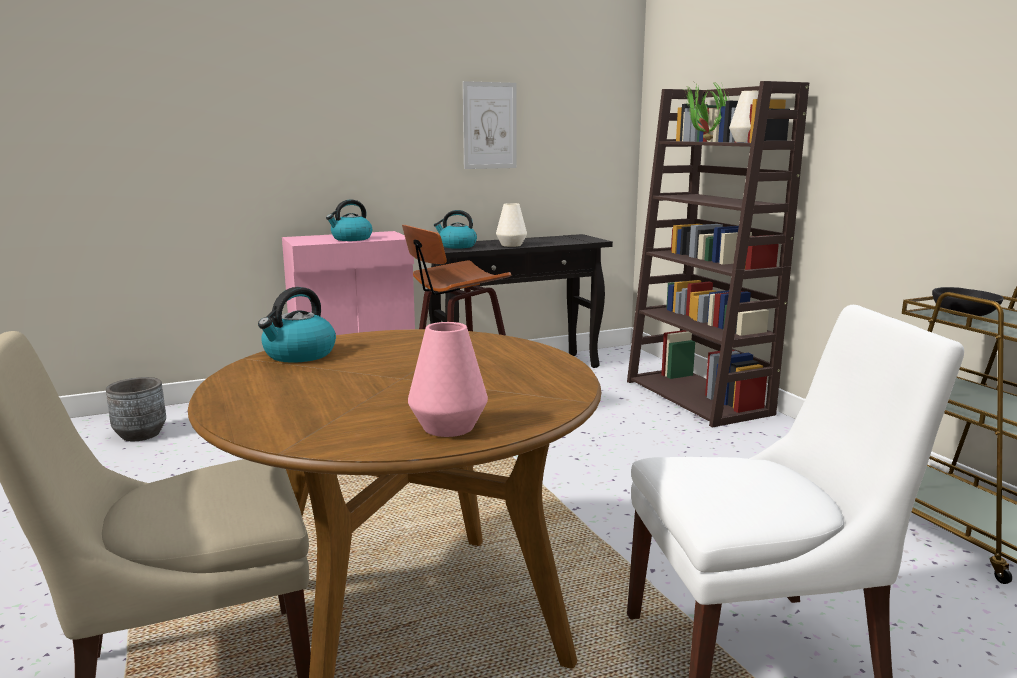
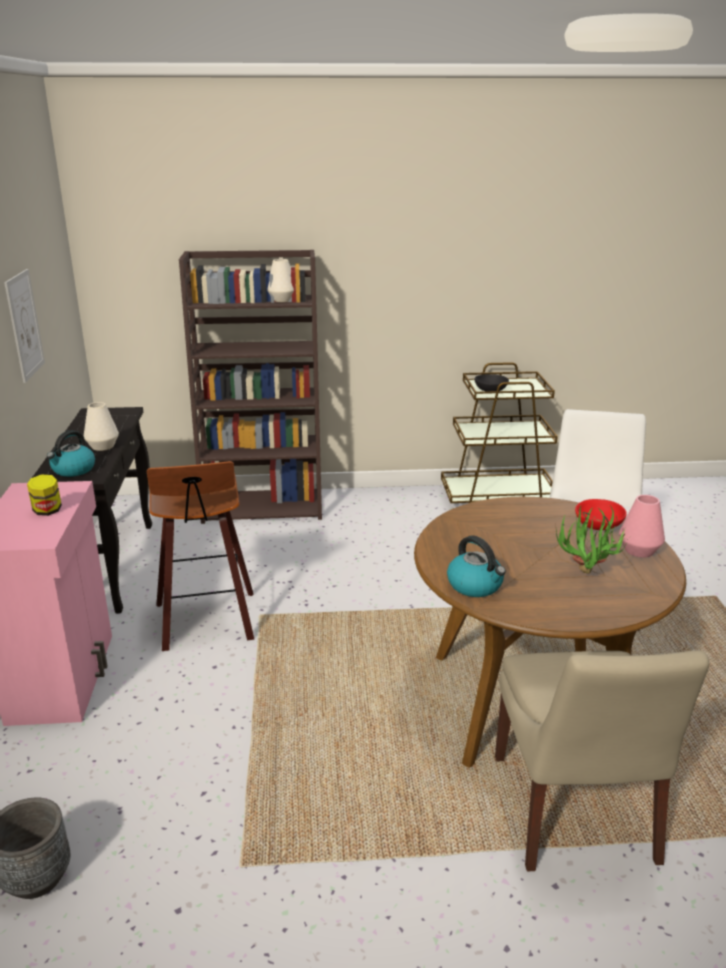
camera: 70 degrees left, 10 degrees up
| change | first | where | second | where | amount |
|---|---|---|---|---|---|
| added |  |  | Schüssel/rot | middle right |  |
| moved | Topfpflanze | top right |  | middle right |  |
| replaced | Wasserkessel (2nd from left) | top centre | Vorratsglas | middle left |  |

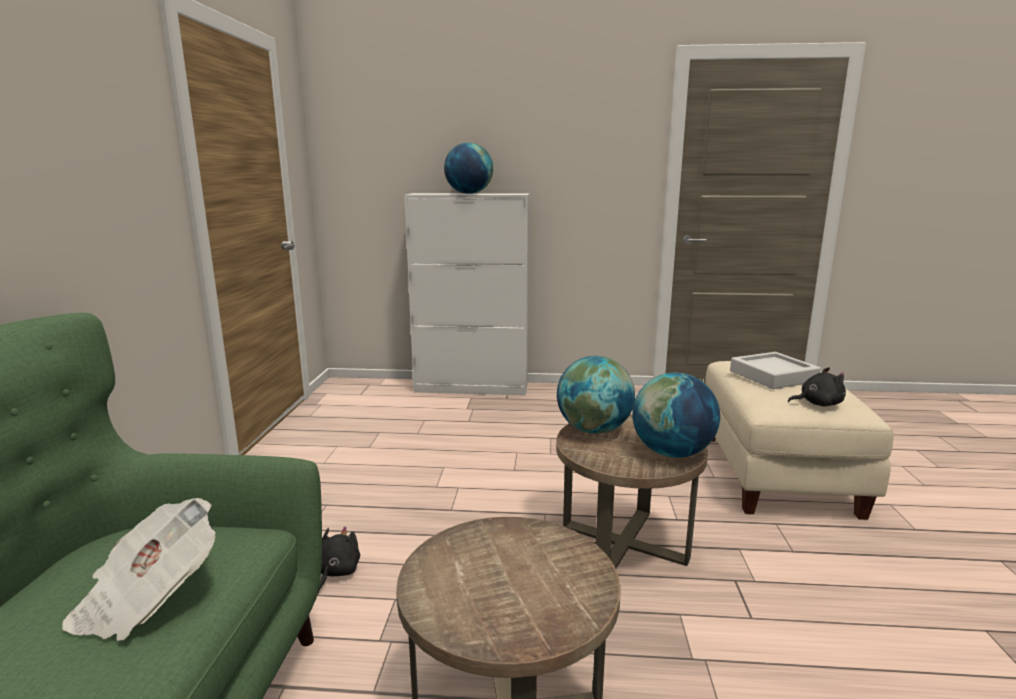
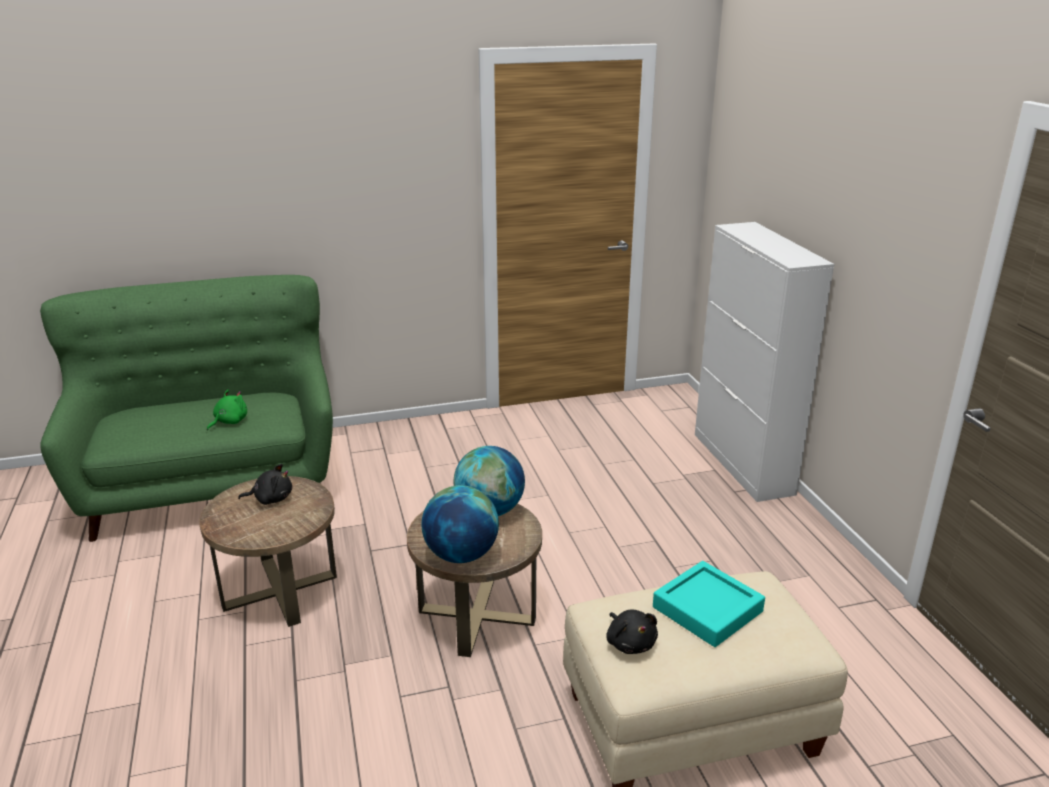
camera: 70 degrees right, 10 degrees up
| change | first | where | second | where | amount |
|---|---|---|---|---|---|
| removed | Globus (1st from left) | top centre |  |  |  |
| moved | Plüschtier/schwarz (1st from left) | bottom centre |  | middle left |  |
| replaced | Zeitung | bottom left | Plüschtier/grün | middle left |  |
| recoloured | Tablett/grau | middle right | Tablett/türkis | bottom right |  |

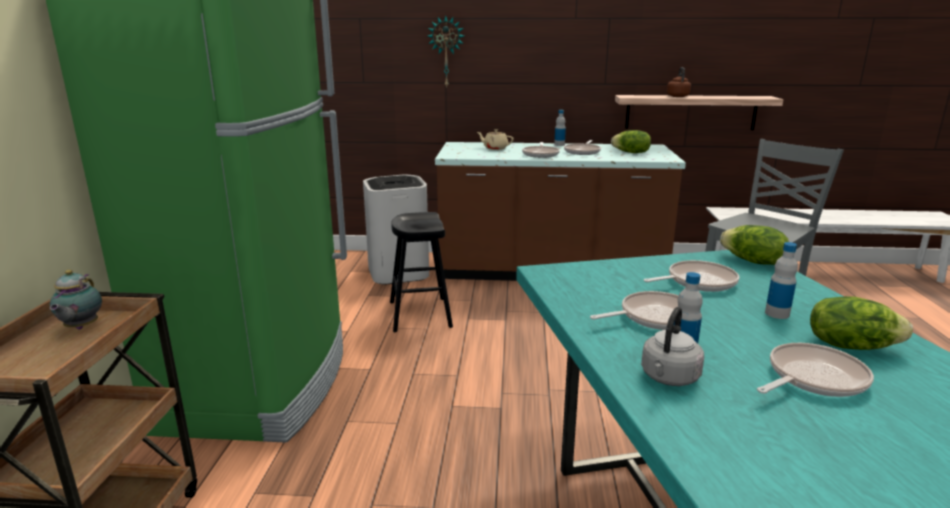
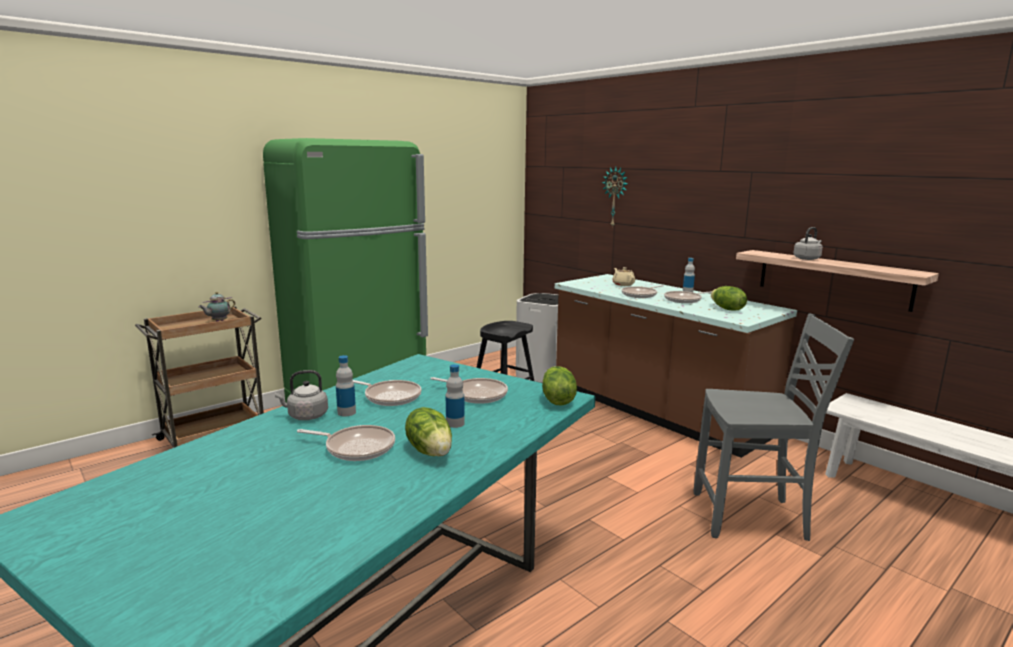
camera: 45 degrees right, 5 degrees down
| change | first | where | second | where | amount |
|---|---|---|---|---|---|
| recoloured | Wasserkessel/braun | top right | Wasserkessel/grau (2nd from left) | middle right |  |

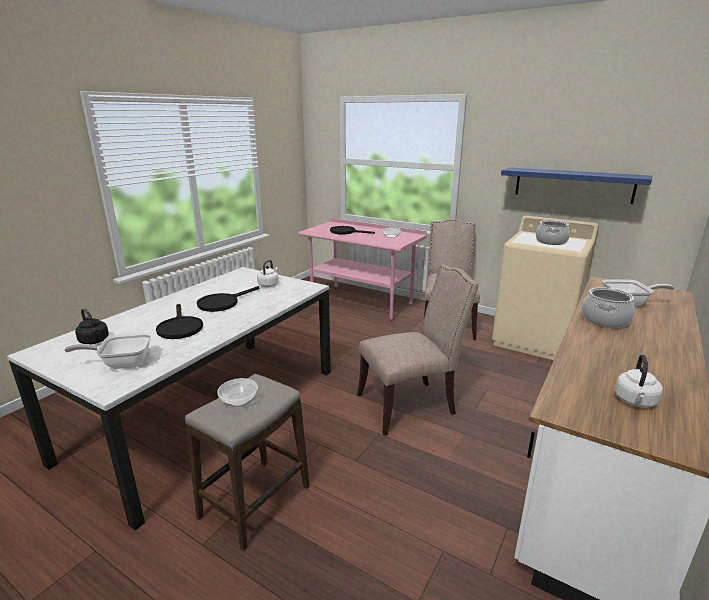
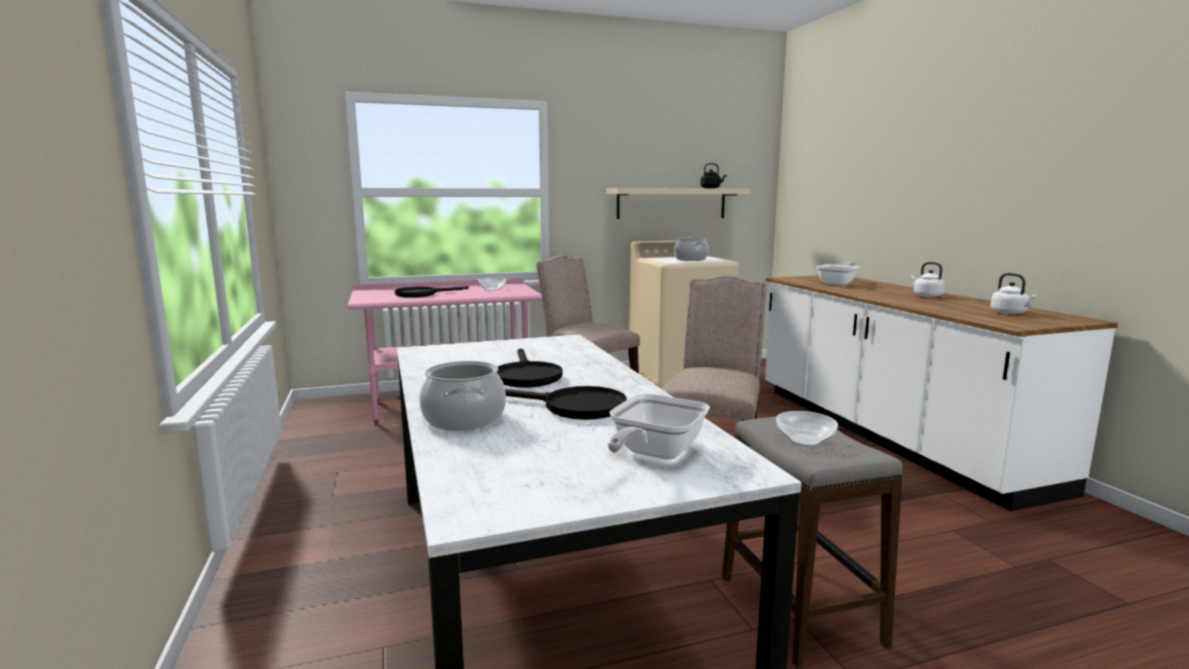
camera: 50 degrees left, 10 degrees down
| change | first | where | second | where | amount |
|---|---|---|---|---|---|
| moved | Wasserkessel/schwarz | middle left |  | top centre |  |
| moved | Wasserkessel/weiß (1st from left) | centre |  | middle right |  |
| moved | Kochtopf (2nd from left in the first image) | middle right | Kochtopf (1st from left) | centre |  |
| recoloured | Wandregal/blau | top right | Wandregal/beige | top centre |  |

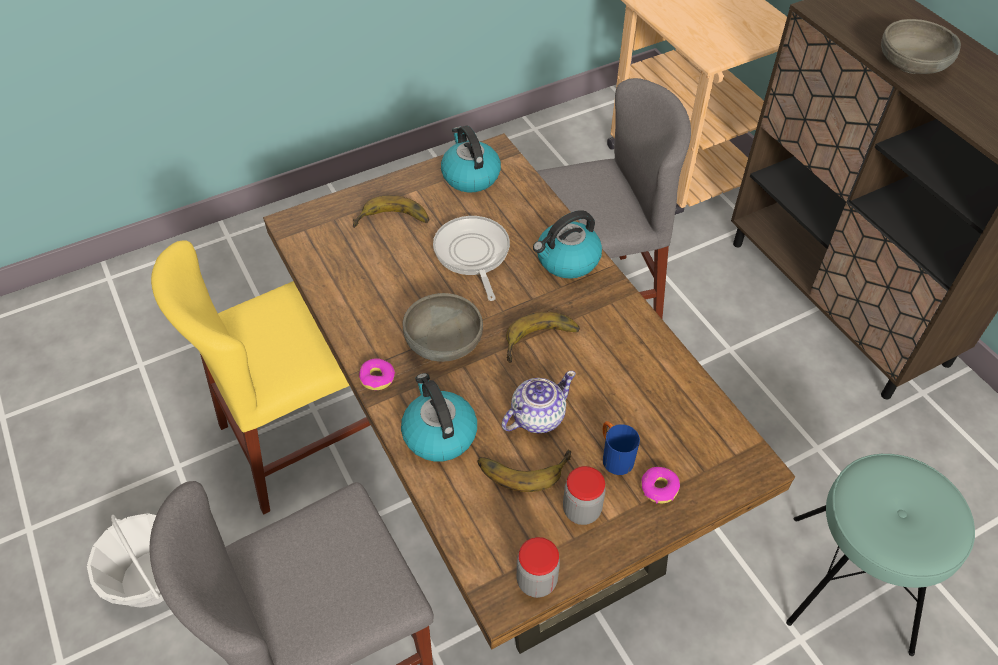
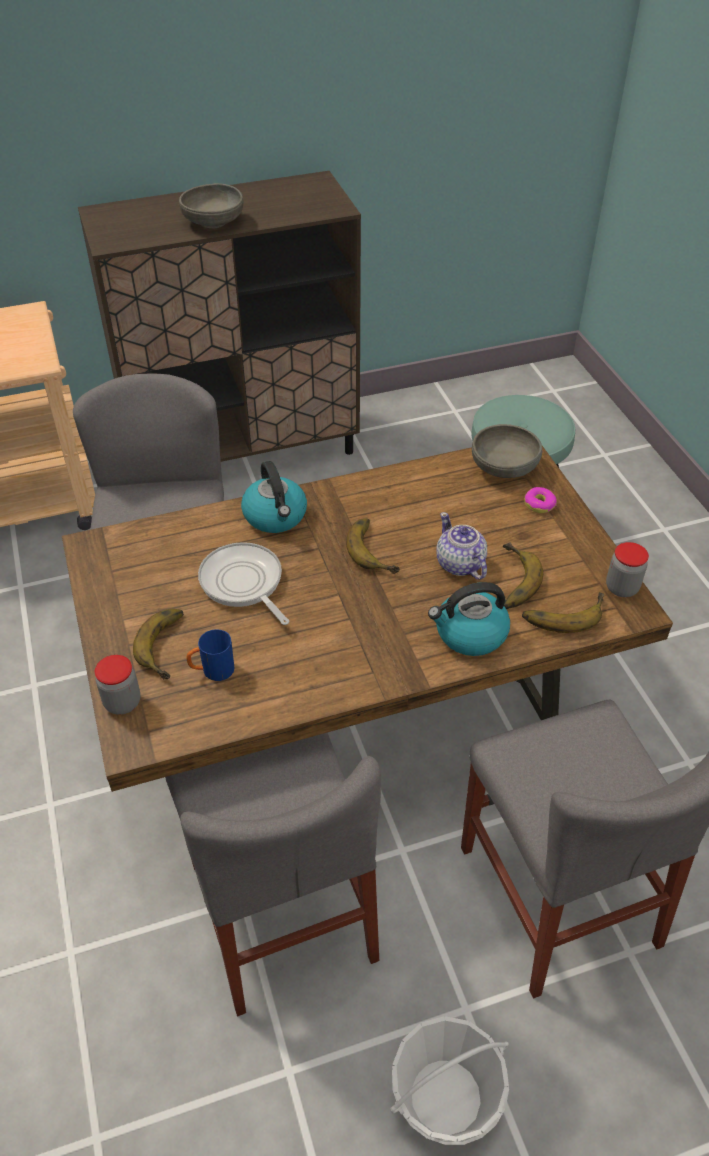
camera: 80 degrees left, 5 degrees down
| change | first | where | second | where | amount |
|---|---|---|---|---|---|
| removed | Donut (1st from left) | centre |  |  |  |
| removed | Wasserkessel (2nd from left) | top centre |  |  |  |
| added |  |  | Banane (4th from left) | middle right |  |
| moved | Schüssel/grau (1st from left in the first image) | centre | Schüssel/grau (2nd from left) | middle right |  |
| moved | Vorratsglas (2nd from left in the first image) | bottom centre | Vorratsglas (1st from left) | middle left |  |
| moved | Henkelbecher/blau | bottom centre |  | middle left |  |
| recoloured | Stuhl/gelb | middle left | Stuhl/grau (2nd from left) | bottom centre |  |
| turned | Pfanne | centre |  | centre | 60 degrees clockwise |

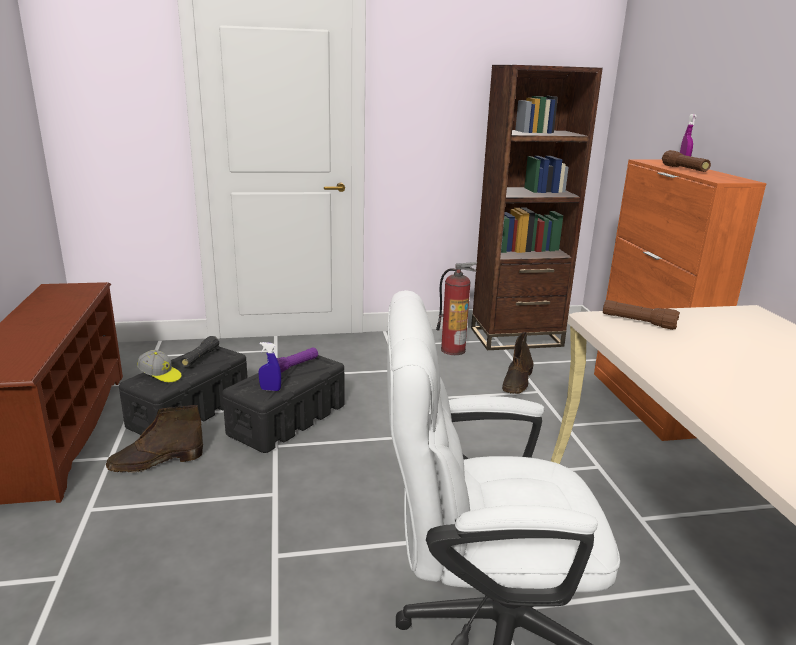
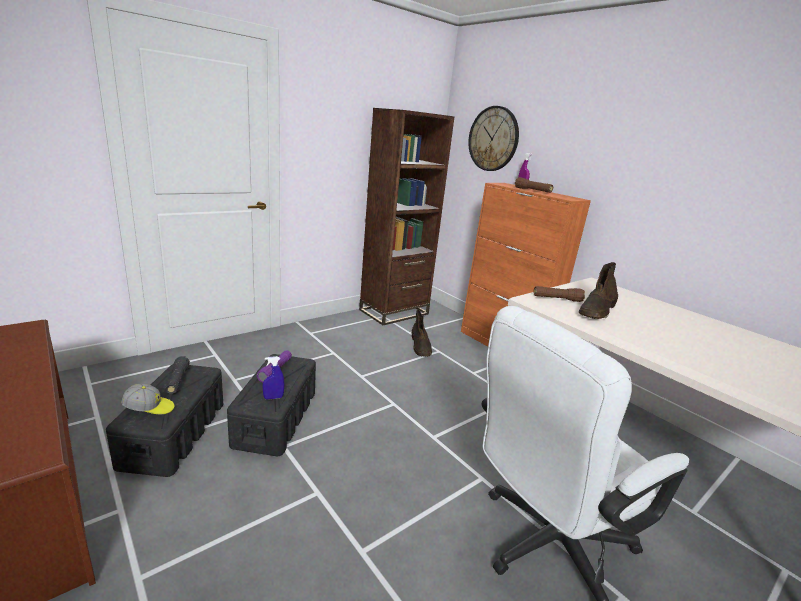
camera: 30 degrees left, 0 degrees up
| change | first | where | second | where | amount |
|---|---|---|---|---|---|
| removed | Feuerlöscher | centre |  |  |  |
| added |  |  | Wanduhr | top centre |  |
| moved | Stiefel/braun (1st from left in the first image) | bottom left | Stiefel/braun (2nd from left) | middle right |  |

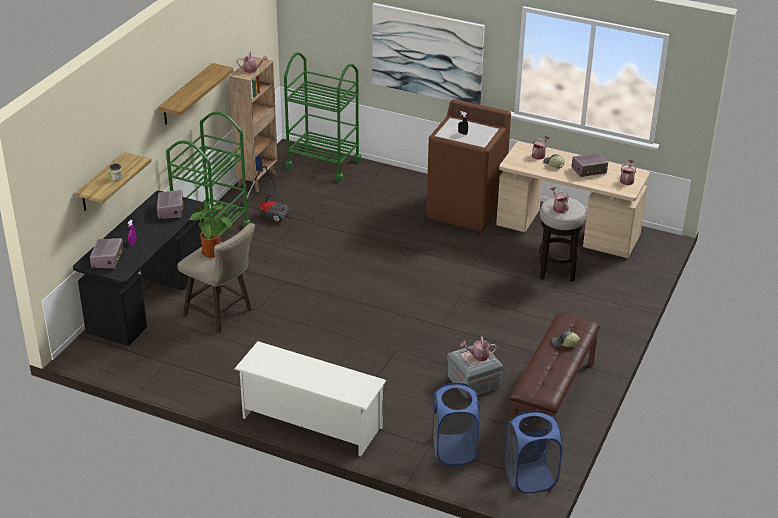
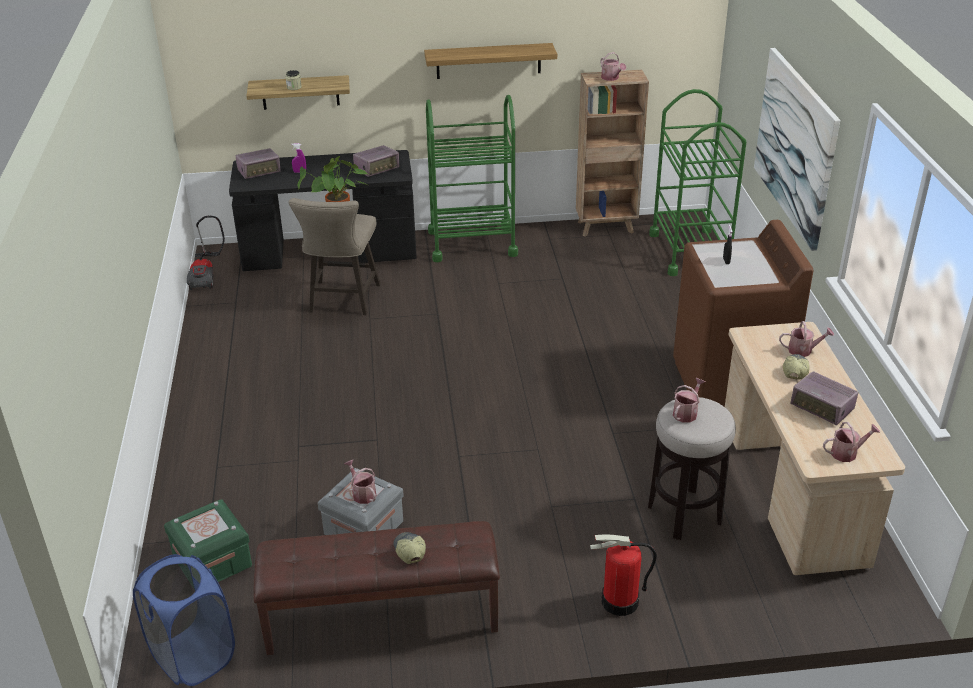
camera: 60 degrees right, 0 degrees up
| change | first | where | second | where | amount |
|---|---|---|---|---|---|
| removed | Schuhregal/weiß | bottom centre |  |  |  |
| added |  |  | Feuerlöscher | bottom centre |  |
| moved | Staubsauger | centre |  | middle left |  |
| replaced | Wäschekorb/blau (1st from left) | bottom centre | Aufbewahrungsbox/grün | bottom left |  |

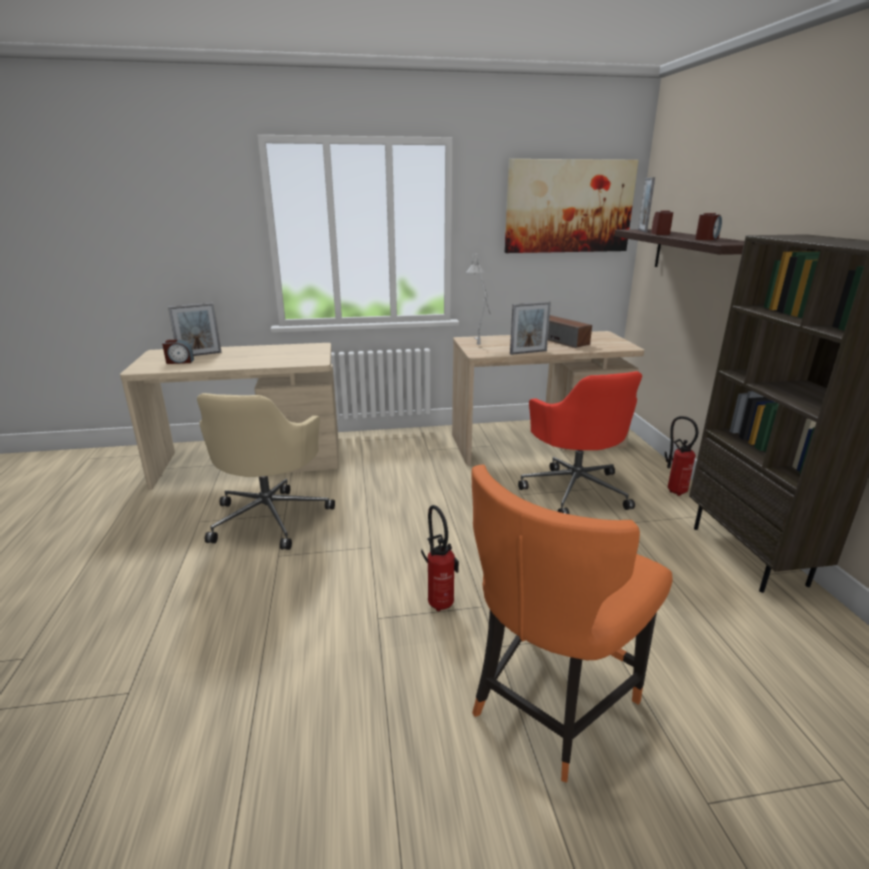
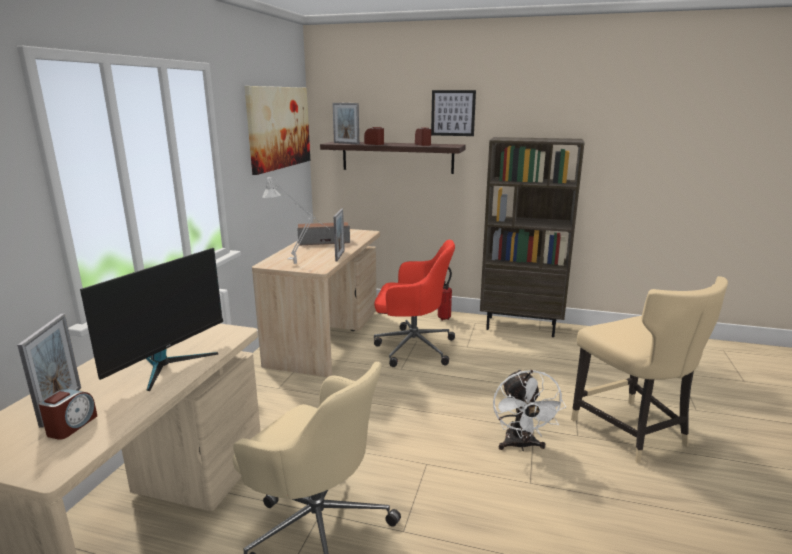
camera: 65 degrees left, 5 degrees down
| change | first | where | second | where | amount |
|---|---|---|---|---|---|
| added |  |  | Monitor | middle left |  |
| added |  |  | Bild (2nd from left) | top centre |  |
| replaced | Feuerlöscher (1st from left) | centre | Ventilator/weiß | bottom right |  |
| recoloured | Stuhl/orange | bottom centre | Stuhl/beige | middle right |  |

